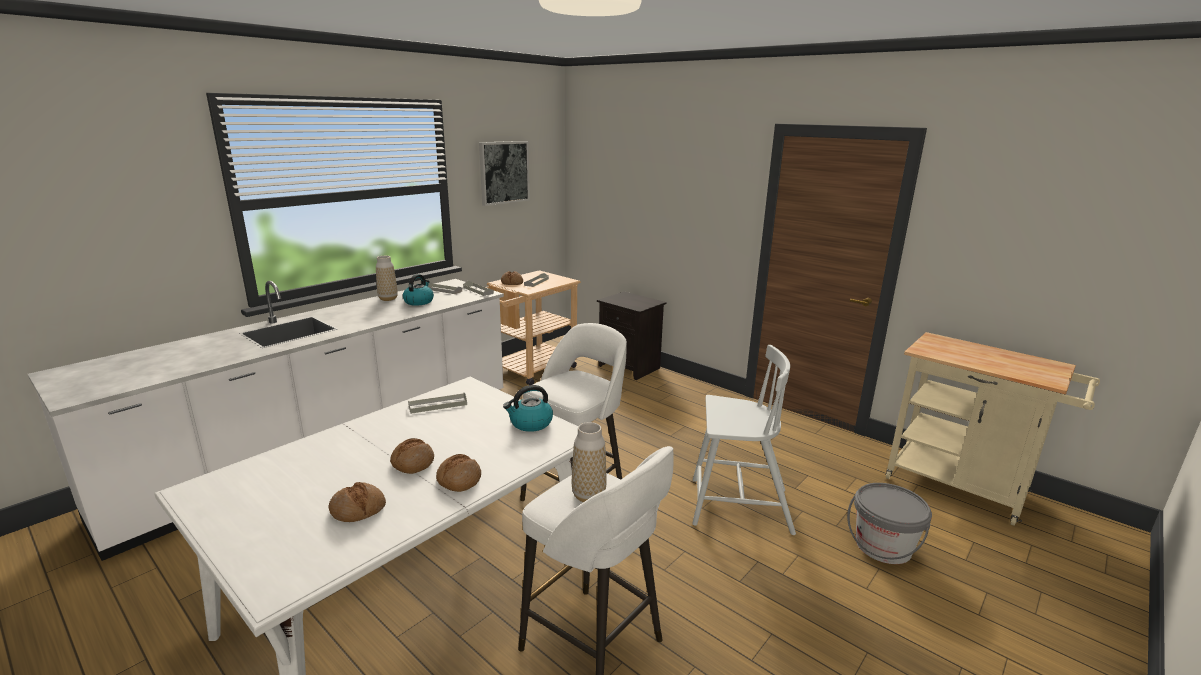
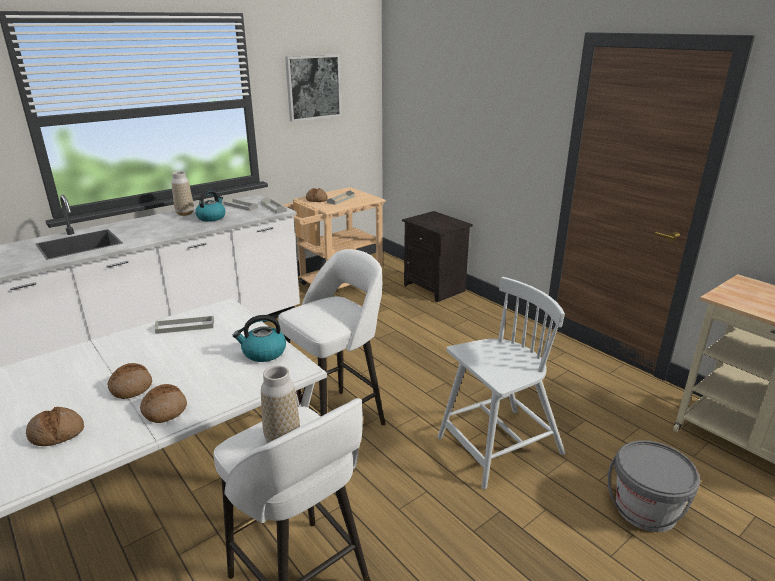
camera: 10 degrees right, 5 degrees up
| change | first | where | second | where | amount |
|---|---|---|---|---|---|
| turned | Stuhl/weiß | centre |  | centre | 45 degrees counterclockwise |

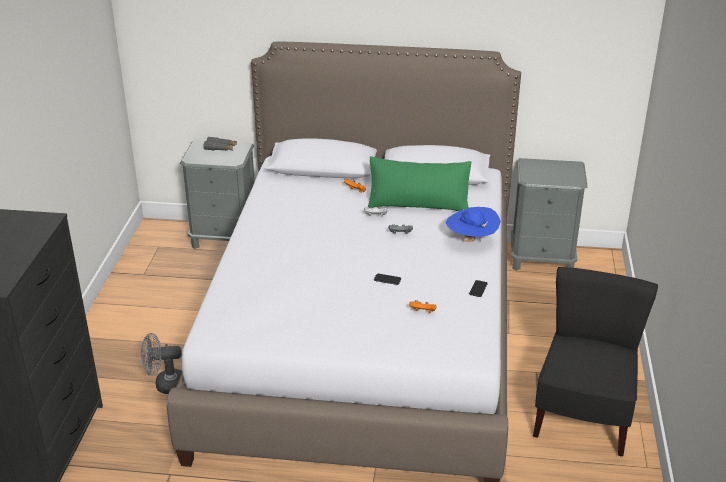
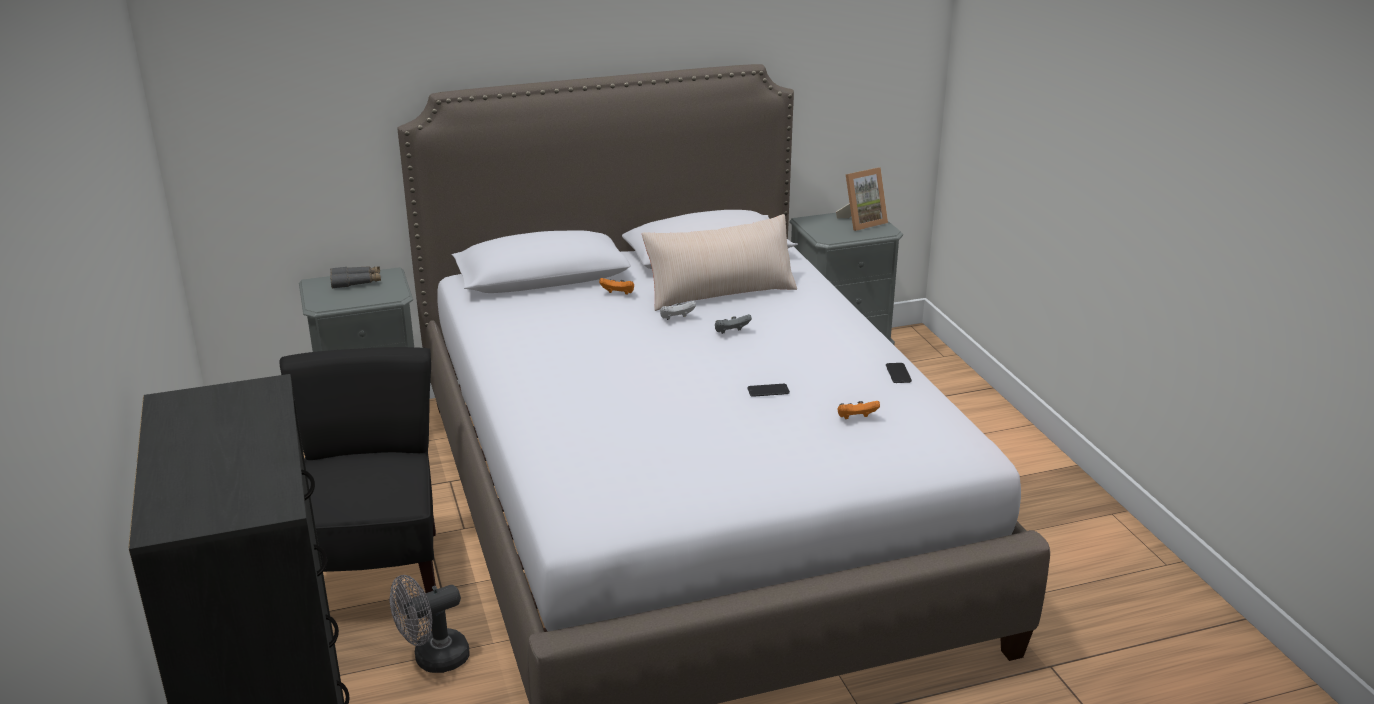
camera: 25 degrees left, 5 degrees down
| change | first | where | second | where | amount |
|---|---|---|---|---|---|
| removed | Hut/blau | centre |  |  |  |
| added |  |  | Bilderrahmen | top centre |  |
| moved | Stuhl/schwarz | bottom right |  | bottom left |  |
| recoloured | Kissen/grün | centre | Kissen/beige | centre |  |

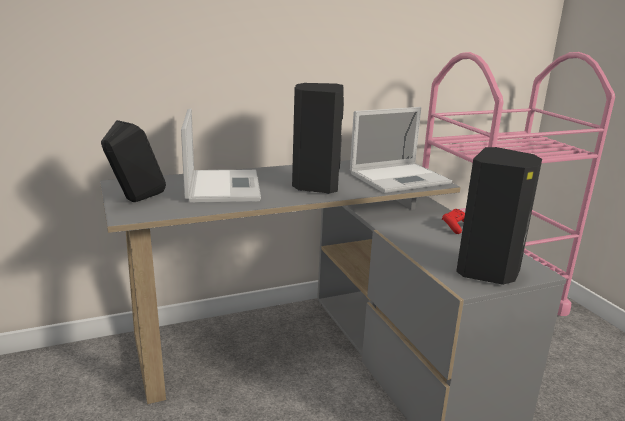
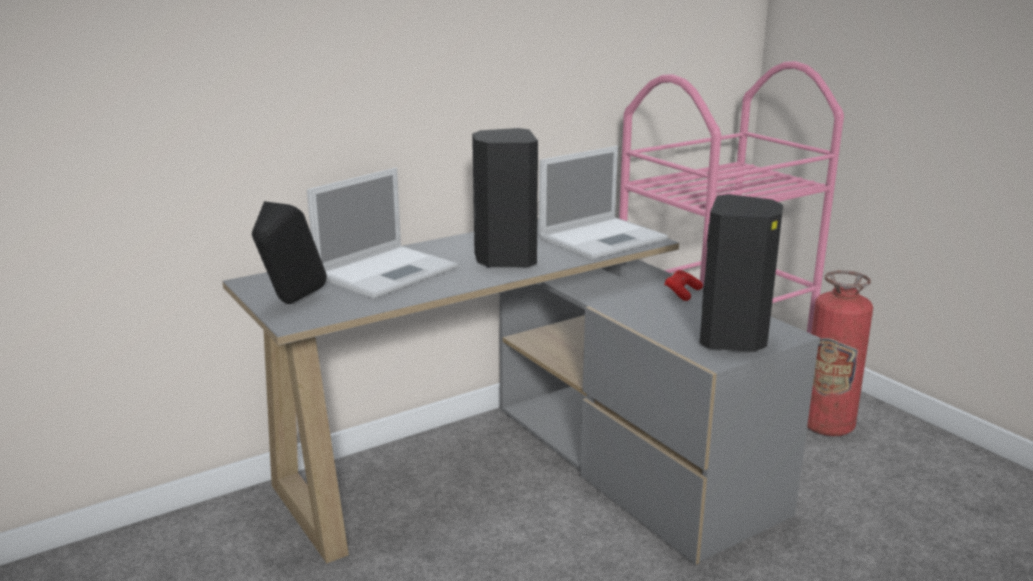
camera: 10 degrees left, 0 degrees up
| change | first | where | second | where | amount |
|---|---|---|---|---|---|
| added |  |  | Feuerlöscher | middle right |  |
| turned | Laptop (1st from left) | centre |  | centre | 60 degrees clockwise |

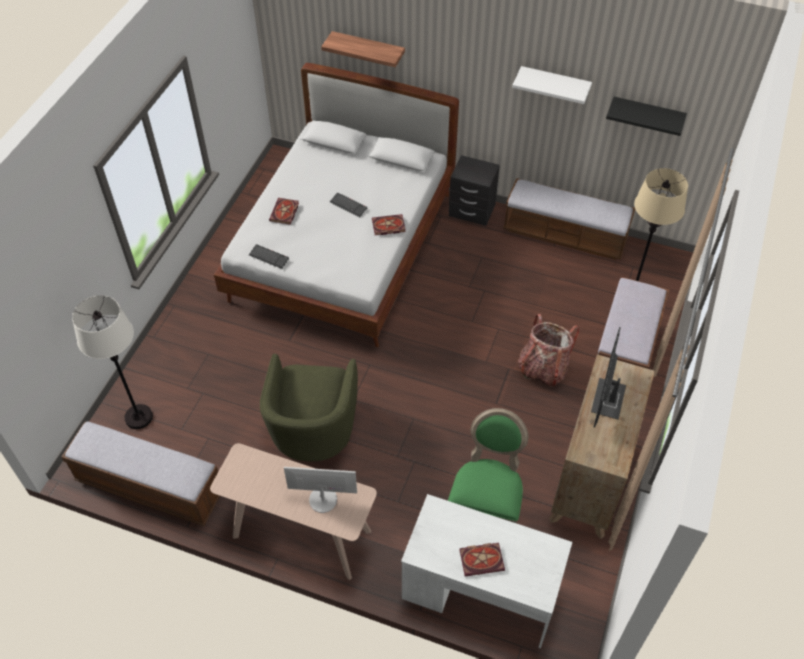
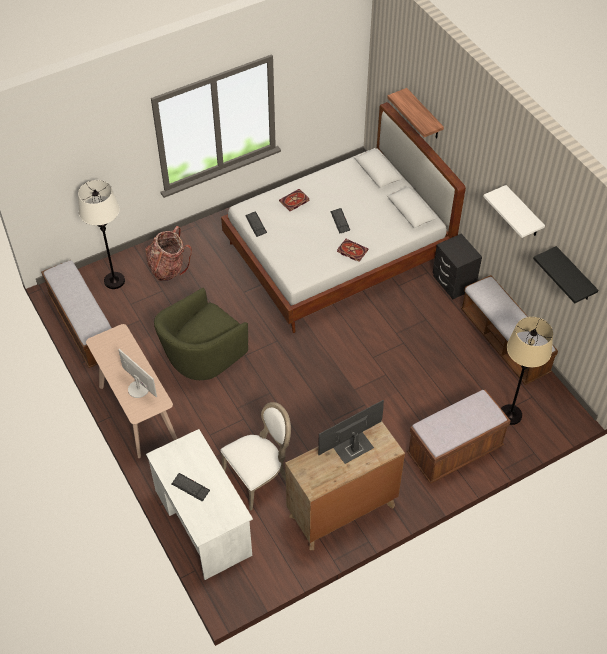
camera: 40 degrees right, 0 degrees up
| change | first | where | second | where | amount |
|---|---|---|---|---|---|
| moved | Rucksack | middle right |  | middle left |  |
| replaced | Buch (3rd from left) | bottom centre | Tastatur (1st from left) | bottom left |  |
| recoloured | Stuhl/grün | bottom centre | Stuhl/weiß | bottom centre |  |

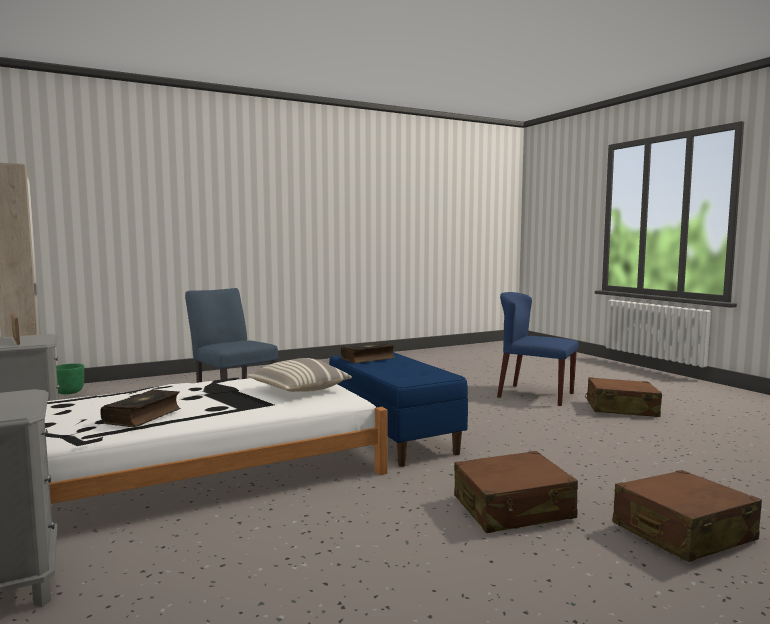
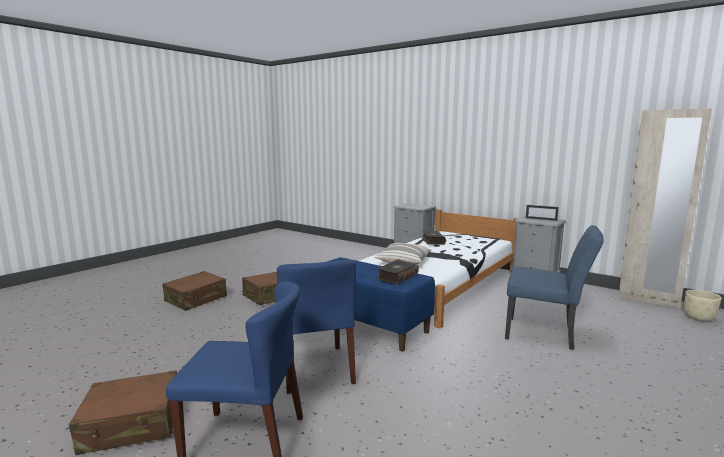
camera: 155 degrees right, 5 degrees up
| change | first | where | second | where | amount |
|---|---|---|---|---|---|
| added |  |  | Stuhl/blau (2nd from left) | bottom centre |  |
| recoloured | Pflanzkübel/grün | middle left | Pflanzkübel/beige | bottom right |  |

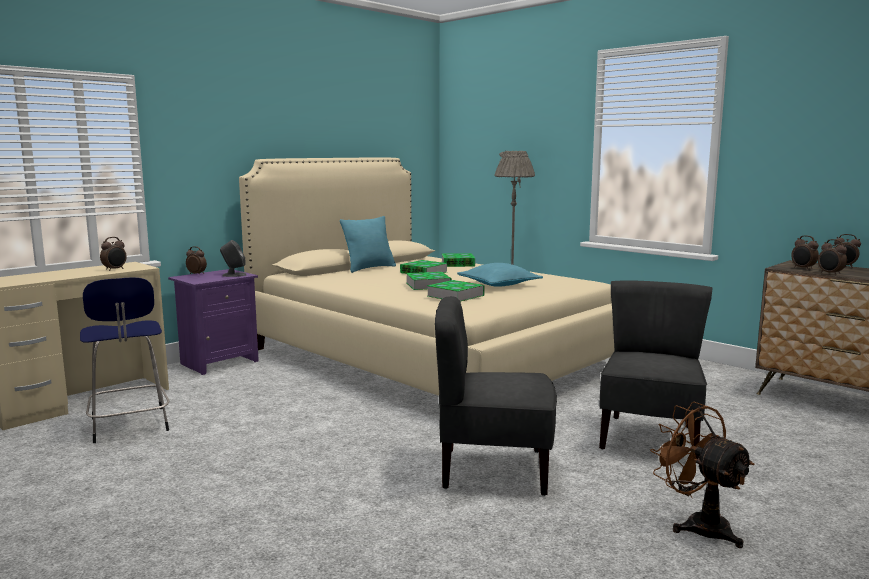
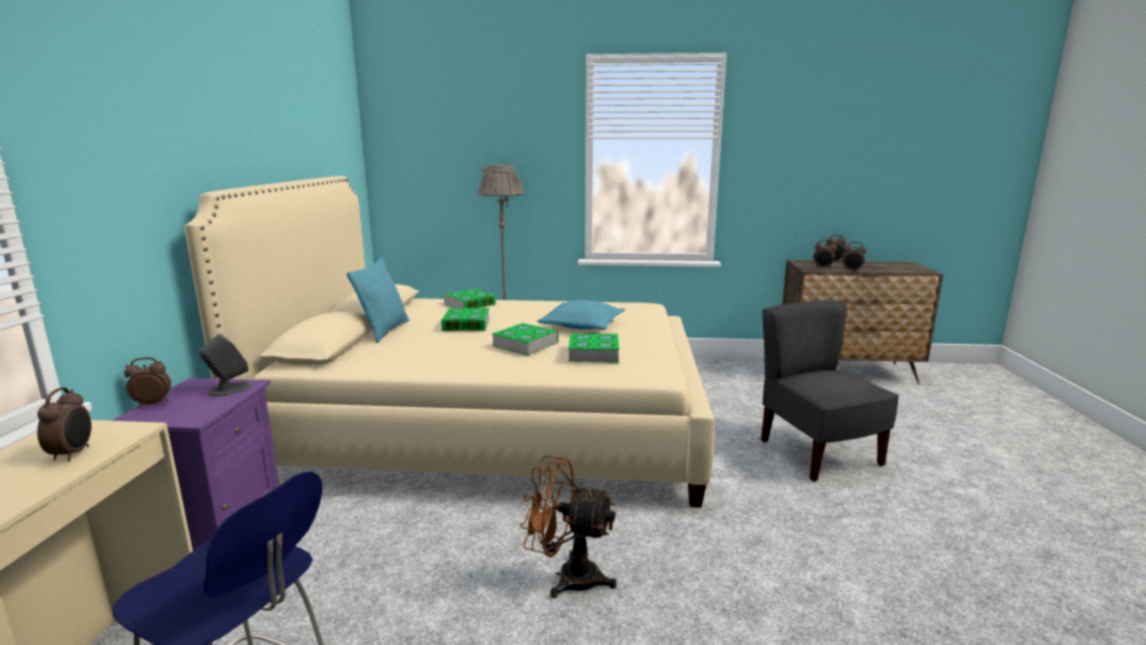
camera: 40 degrees left, 5 degrees up
| change | first | where | second | where | amount |
|---|---|---|---|---|---|
| removed | Stuhl/grau (1st from left) | bottom centre |  |  |  |
| moved | Ventilator/braun | bottom right |  | bottom centre |  |

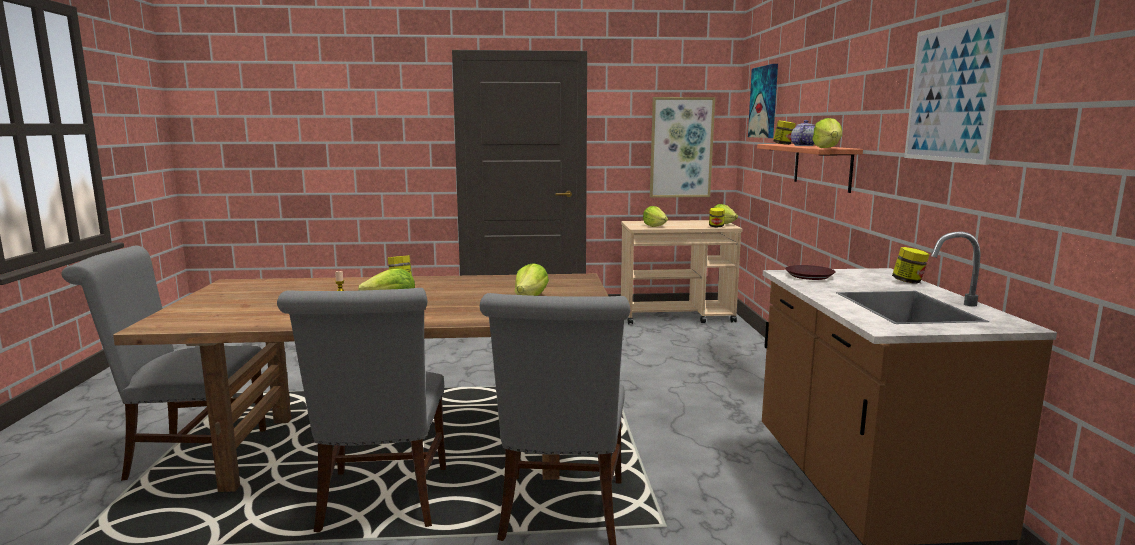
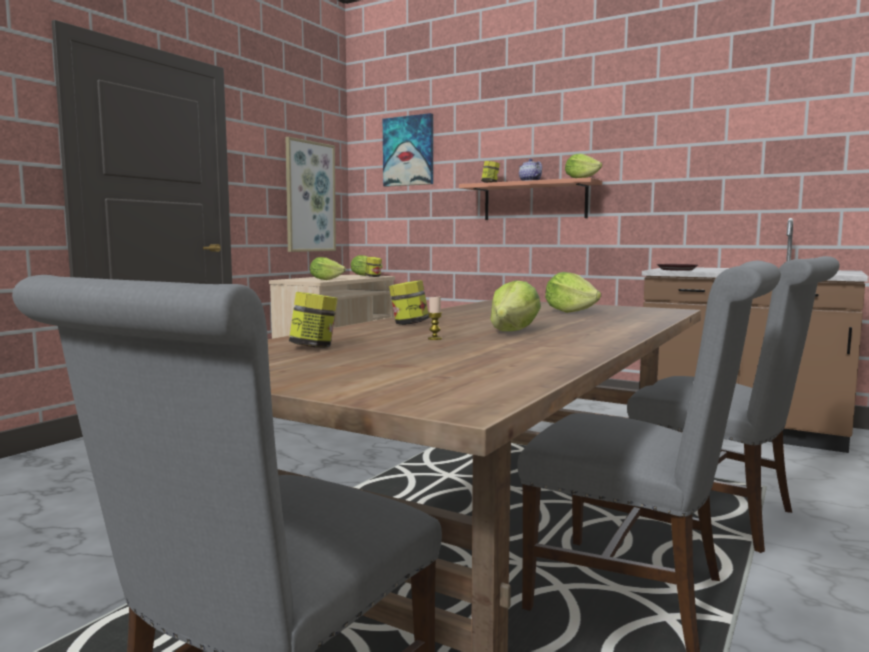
camera: 55 degrees left, 5 degrees down
| change | first | where | second | where | amount |
|---|---|---|---|---|---|
| removed | Bild (3rd from left) | top right |  |  |  |
| moved | Vorratsglas (4th from left in the first image) | middle right | Vorratsglas (1st from left) | centre |  |

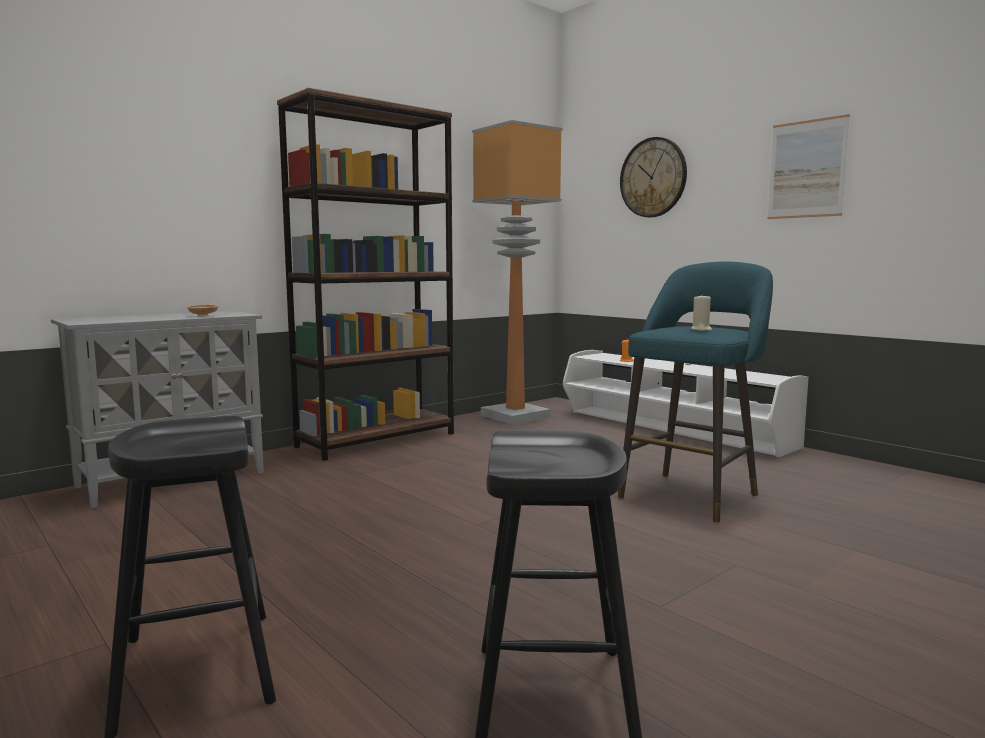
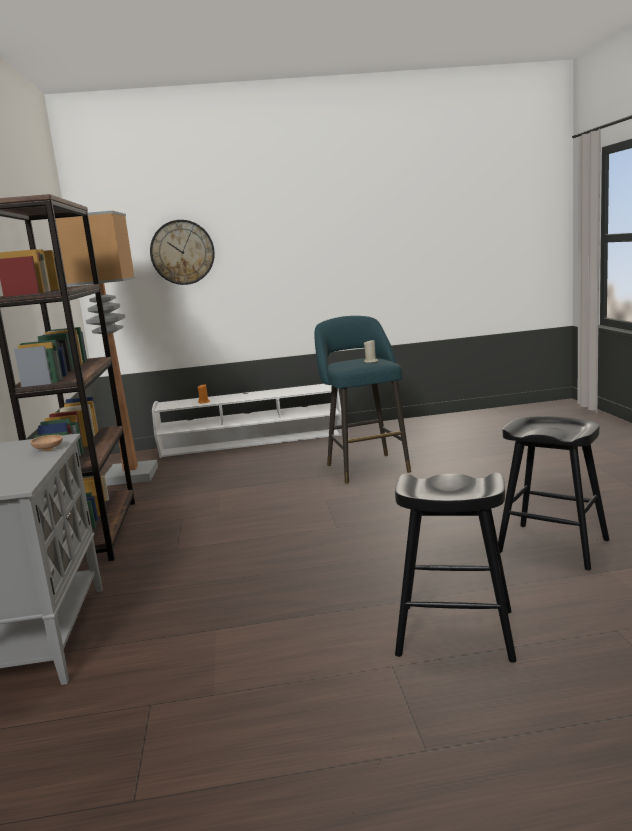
camera: 55 degrees left, 5 degrees up
| change | first | where | second | where | amount |
|---|---|---|---|---|---|
| removed | Bild | top right |  |  |  |

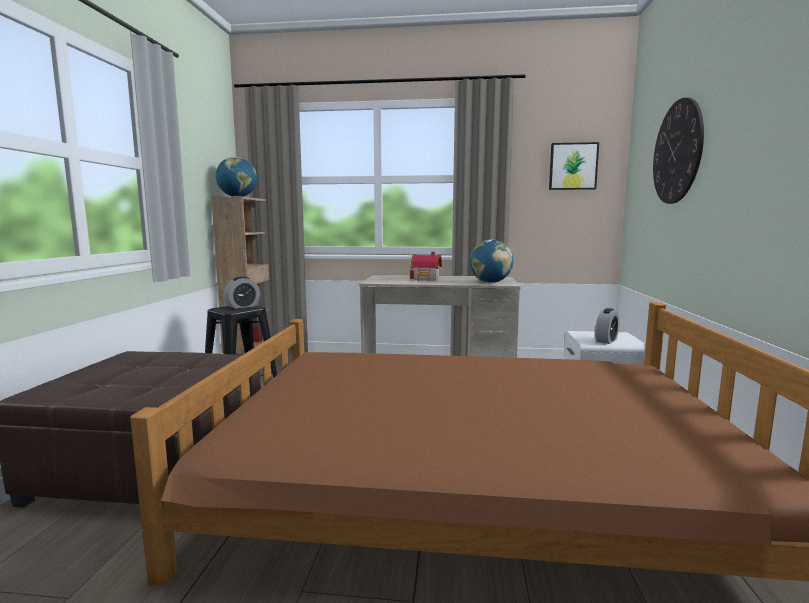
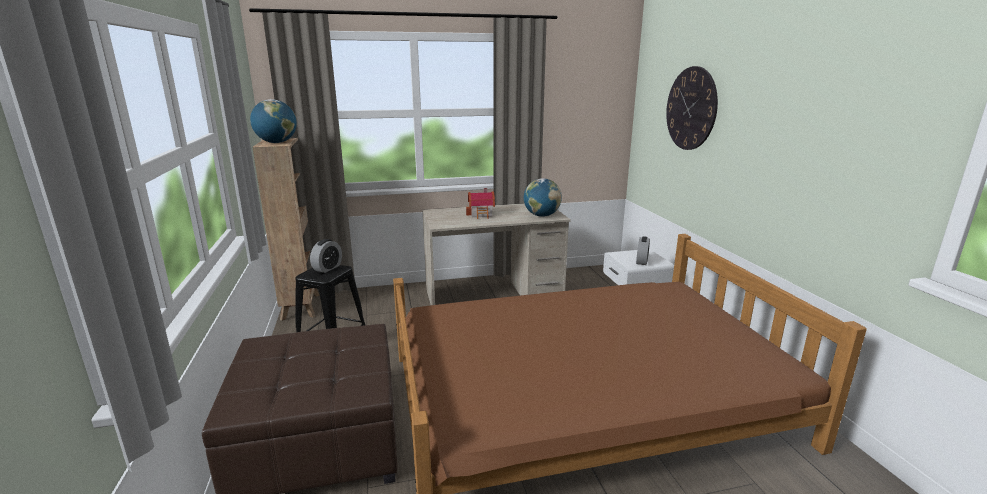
camera: 20 degrees left, 10 degrees up
| change | first | where | second | where | amount |
|---|---|---|---|---|---|
| removed | Bild | top right |  |  |  |

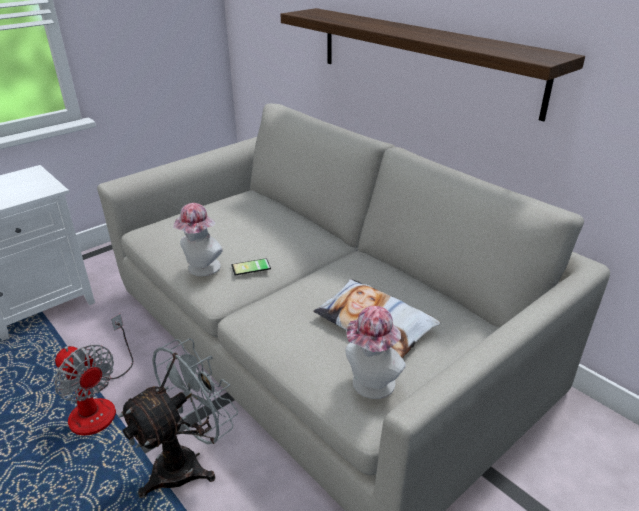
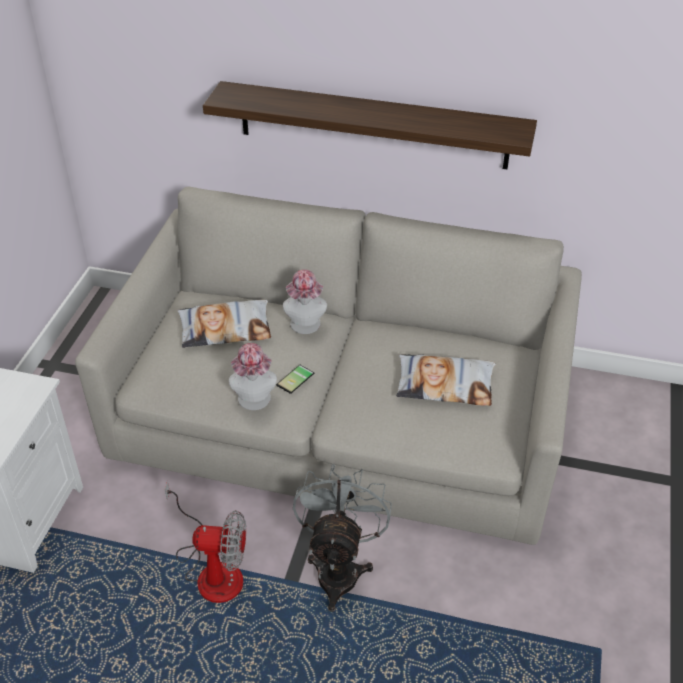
camera: 35 degrees left, 10 degrees up
| change | first | where | second | where | amount |
|---|---|---|---|---|---|
| added |  |  | Kissen (1st from left) | middle left |  |
| moved | Hut (2nd from left) | bottom centre |  | centre |  |

